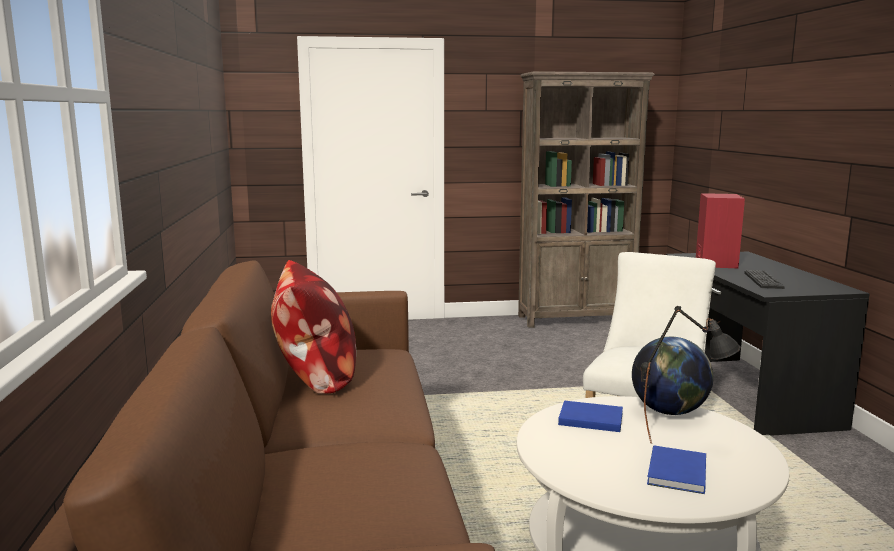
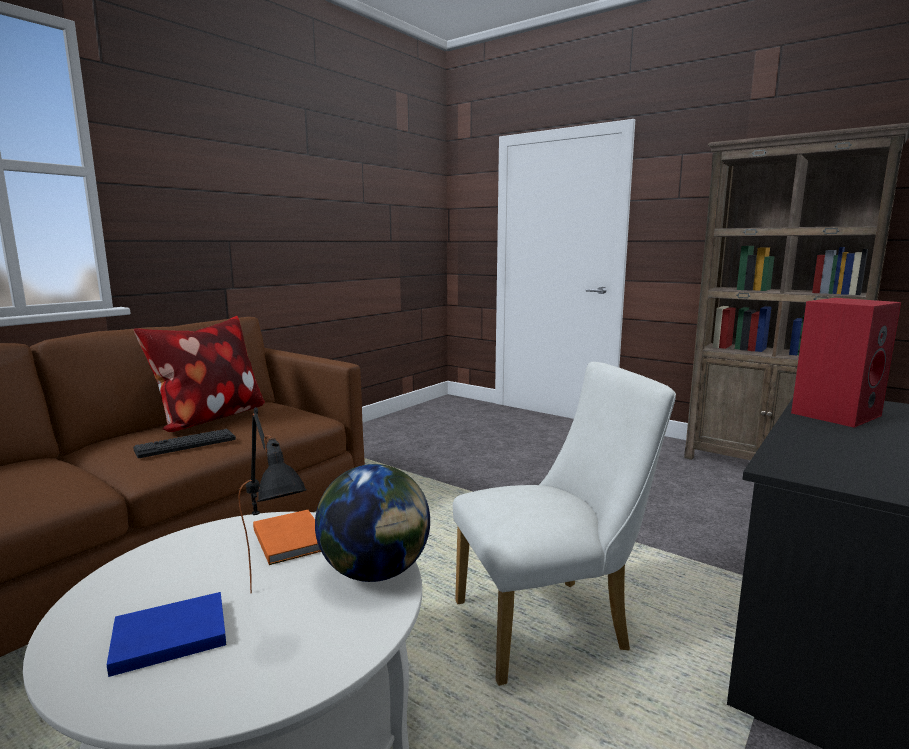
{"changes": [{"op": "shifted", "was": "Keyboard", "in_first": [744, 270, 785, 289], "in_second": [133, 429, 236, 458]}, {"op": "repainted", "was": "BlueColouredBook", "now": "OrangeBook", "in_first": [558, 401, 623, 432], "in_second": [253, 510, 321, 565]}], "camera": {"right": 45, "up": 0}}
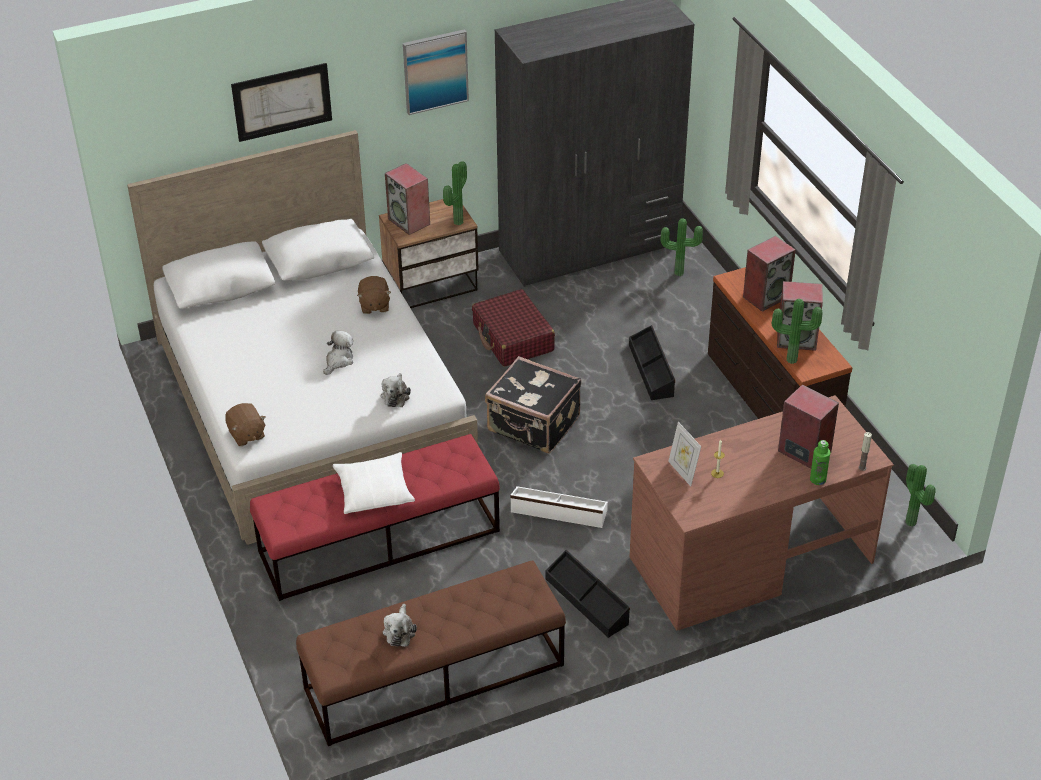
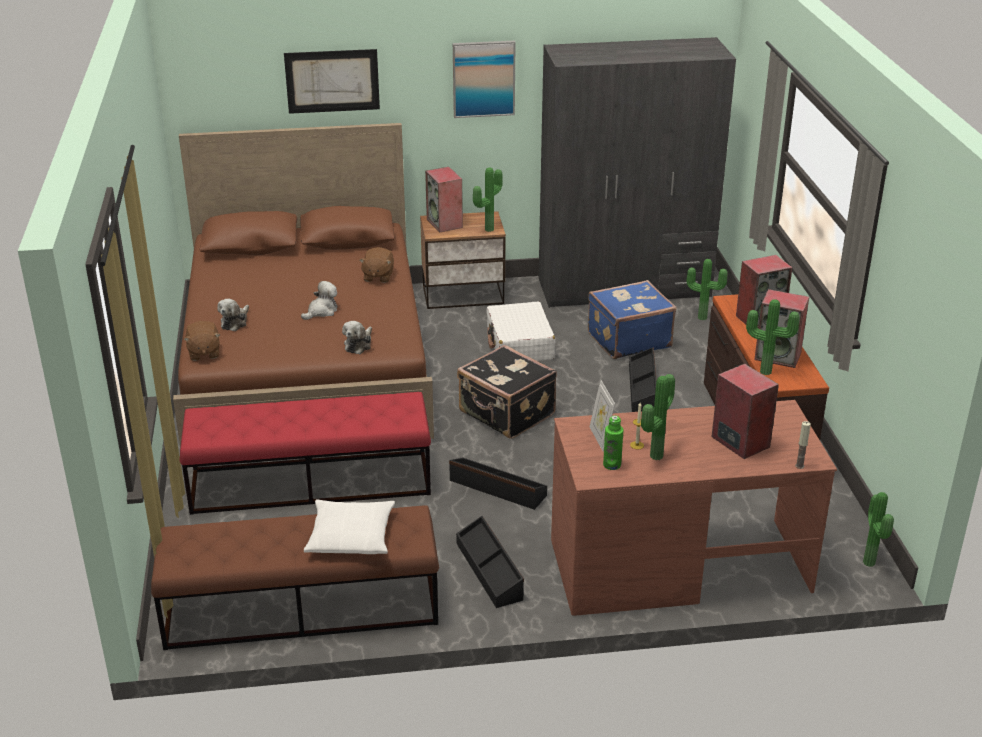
{"changes": [{"op": "repainted", "was": "WhitishBed", "now": "BrownBed", "in_first": [127, 130, 478, 545], "in_second": [173, 123, 434, 447]}, {"op": "shifted", "was": "SoftToy", "in_first": [383, 604, 417, 647], "in_second": [217, 299, 249, 331]}, {"op": "shifted", "was": "WhitishCushion", "in_first": [333, 452, 415, 514], "in_second": [304, 499, 395, 554]}, {"op": "repainted", "was": "WhitishStorageContainer", "now": "BlackColouredStorageContainer", "in_first": [510, 486, 608, 528], "in_second": [449, 457, 547, 510]}, {"op": "repainted", "was": "RedSuitcase", "now": "WhitishSuitcase", "in_first": [472, 289, 555, 367], "in_second": [486, 301, 555, 361]}, {"op": "new", "now": "BlueColouredSuitcase", "in_second": [588, 280, 676, 359]}, {"op": "shifted", "was": "GreenishDrinkBottle", "in_first": [810, 440, 830, 485], "in_second": [603, 416, 624, 470]}, {"op": "new", "now": "PlantInAPot", "in_second": [641, 374, 675, 460]}], "camera": {"right": 15, "up": -10}}
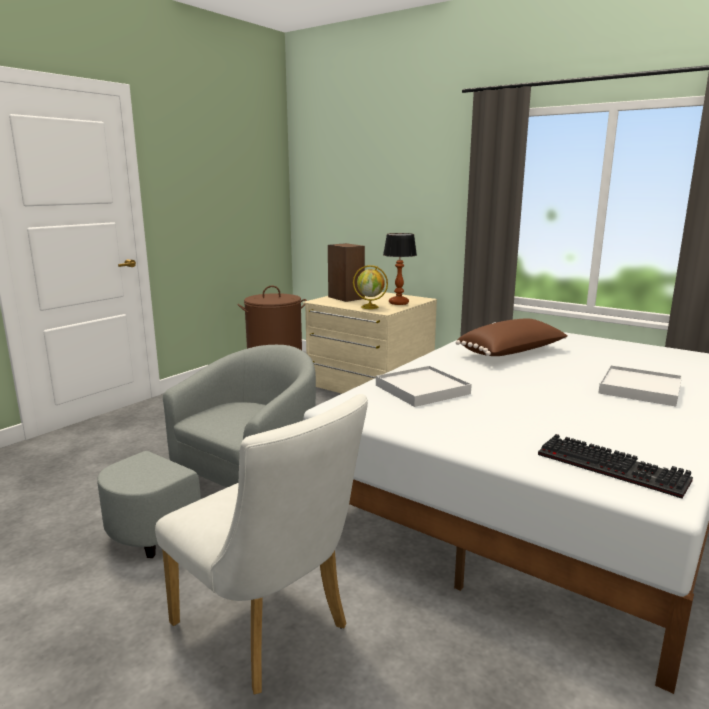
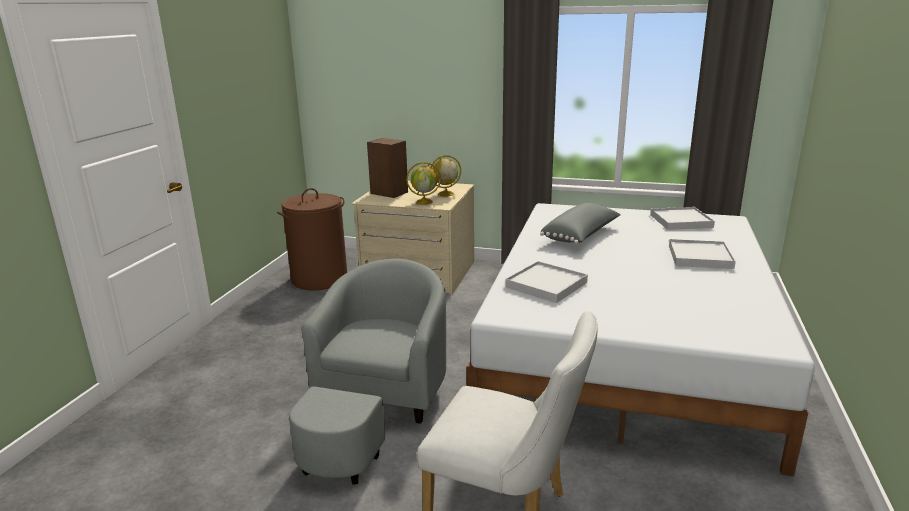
{"changes": [{"op": "swapped", "was": "TableLamp", "now": "WorldGlobe", "in_first": [383, 233, 417, 305], "in_second": [431, 155, 461, 197]}, {"op": "repainted", "was": "BrownCushion", "now": "GrayCushion", "in_first": [456, 318, 567, 356], "in_second": [540, 203, 621, 244]}, {"op": "new", "now": "WhitishTray", "in_second": [650, 207, 715, 230]}, {"op": "gone", "was": "Keyboard", "in_first": [538, 434, 693, 499]}], "camera": {"right": -20, "up": 5}}
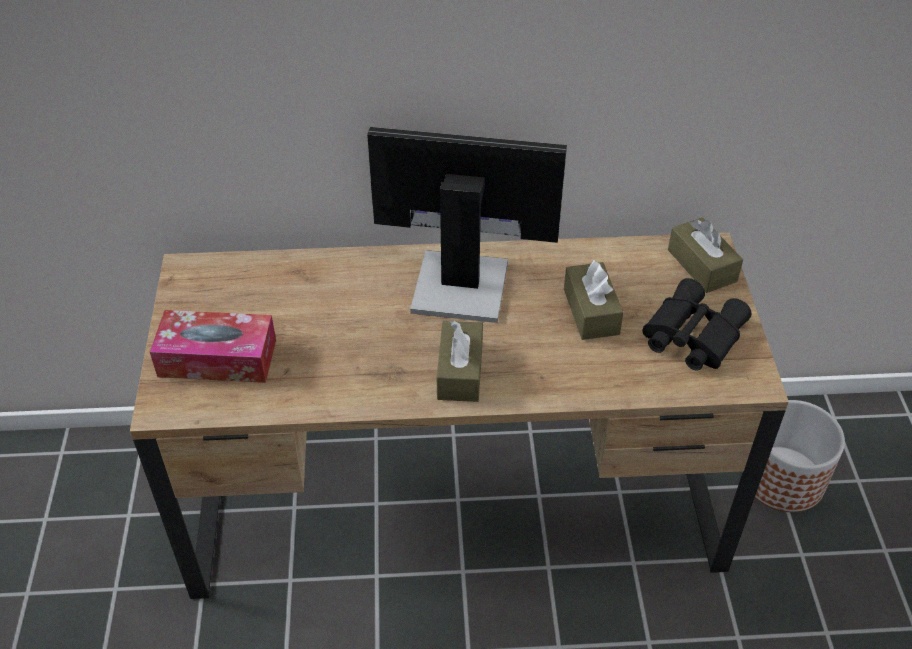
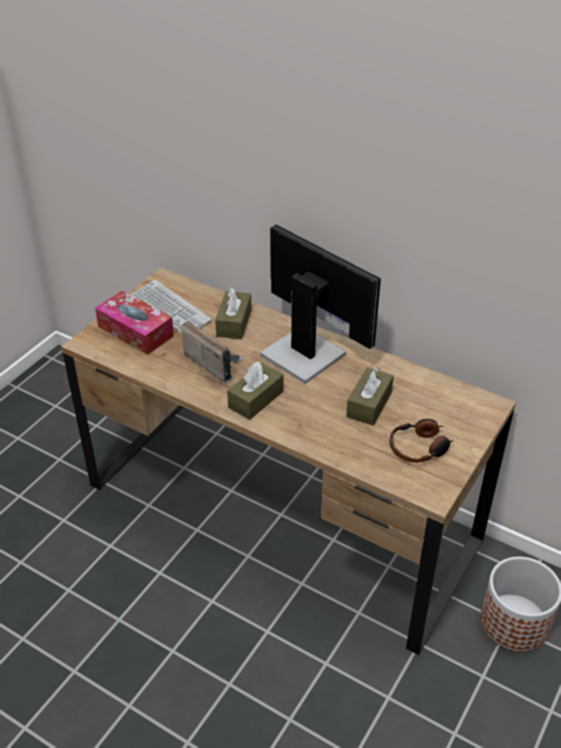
{"changes": [{"op": "new", "now": "Keyboard", "in_second": [131, 280, 212, 333]}, {"op": "new", "now": "Radio", "in_second": [181, 321, 244, 383]}, {"op": "shifted", "was": "BrownBoxOfTissues", "in_first": [668, 218, 743, 293], "in_second": [215, 288, 252, 339]}, {"op": "swapped", "was": "BlackColouredBinoculars", "now": "Headset", "in_first": [642, 278, 751, 370], "in_second": [389, 419, 453, 463]}], "camera": {"right": 35, "up": -5}}
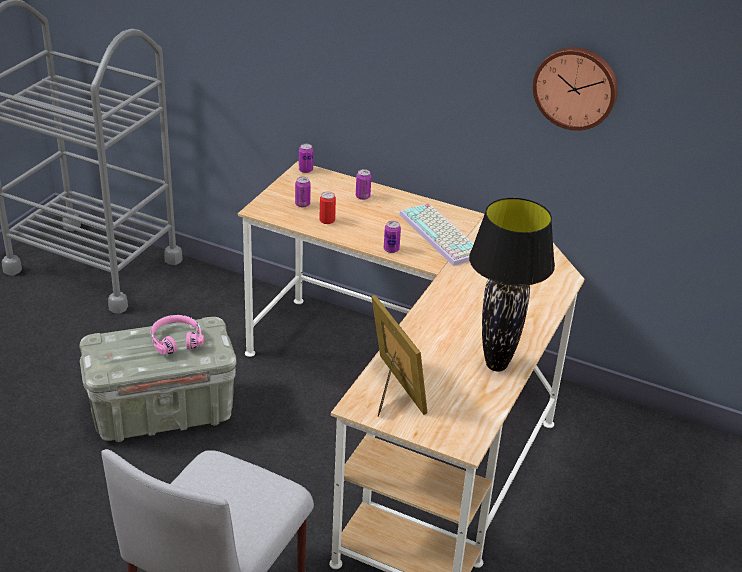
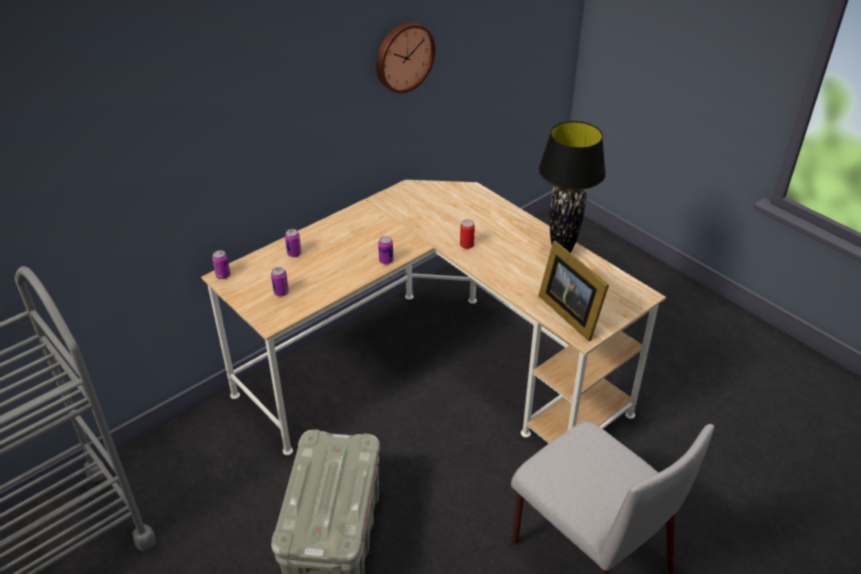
{"changes": [{"op": "shifted", "was": "MetalCan", "in_first": [319, 191, 336, 224], "in_second": [460, 219, 475, 249]}, {"op": "rotated", "was": "PictureFrame", "in_first": [371, 295, 427, 417], "in_second": [538, 241, 609, 341], "clockwise": -120}, {"op": "gone", "was": "PinkColouredHeadset", "in_first": [150, 315, 204, 355]}, {"op": "gone", "was": "Keyboard", "in_first": [399, 203, 474, 266]}], "camera": {"right": -65, "up": 5}}
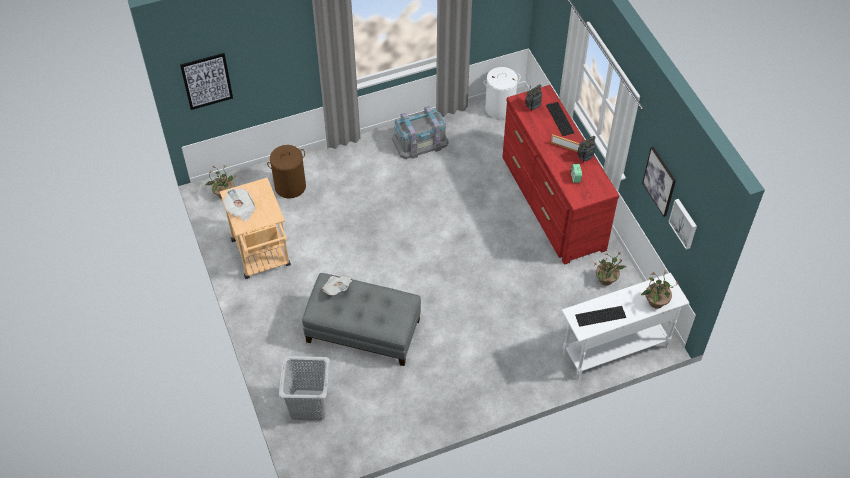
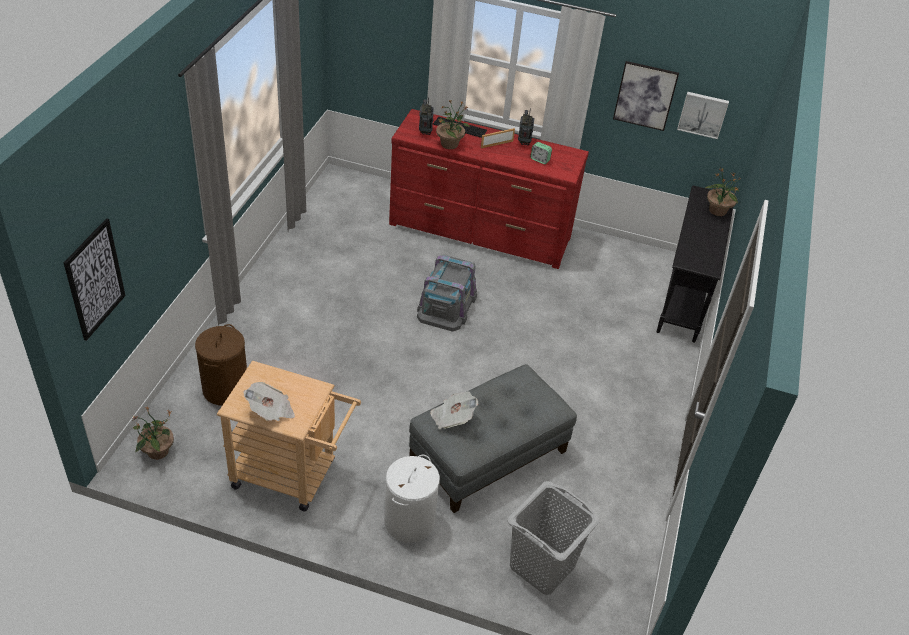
{"changes": [{"op": "shifted", "was": "WhitishLaundryBasket", "in_first": [484, 67, 521, 119], "in_second": [384, 455, 440, 543]}, {"op": "shifted", "was": "GrayStorageContainer", "in_first": [392, 106, 449, 159], "in_second": [417, 255, 477, 331]}, {"op": "shifted", "was": "PlantInAPot", "in_first": [593, 252, 626, 285], "in_second": [436, 101, 470, 149]}, {"op": "repainted", "was": "WhitishNarrowTable", "now": "BlackColouredNarrowTable", "in_first": [561, 273, 690, 379], "in_second": [657, 185, 733, 343]}, {"op": "gone", "was": "Keyboard", "in_first": [575, 306, 626, 327]}], "camera": {"right": -55, "up": -10}}
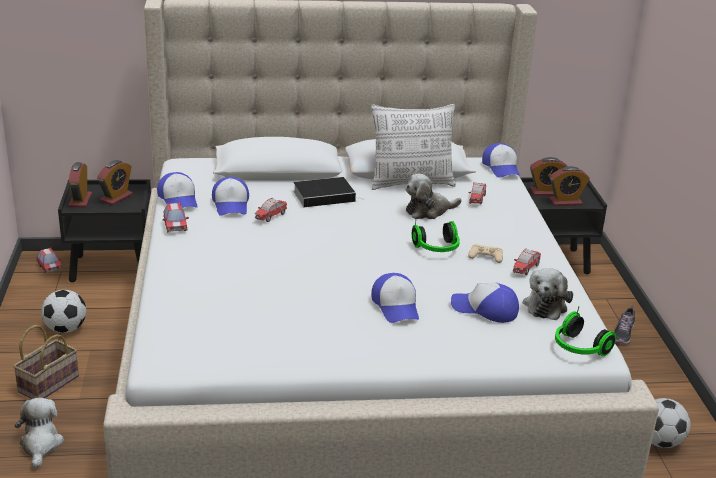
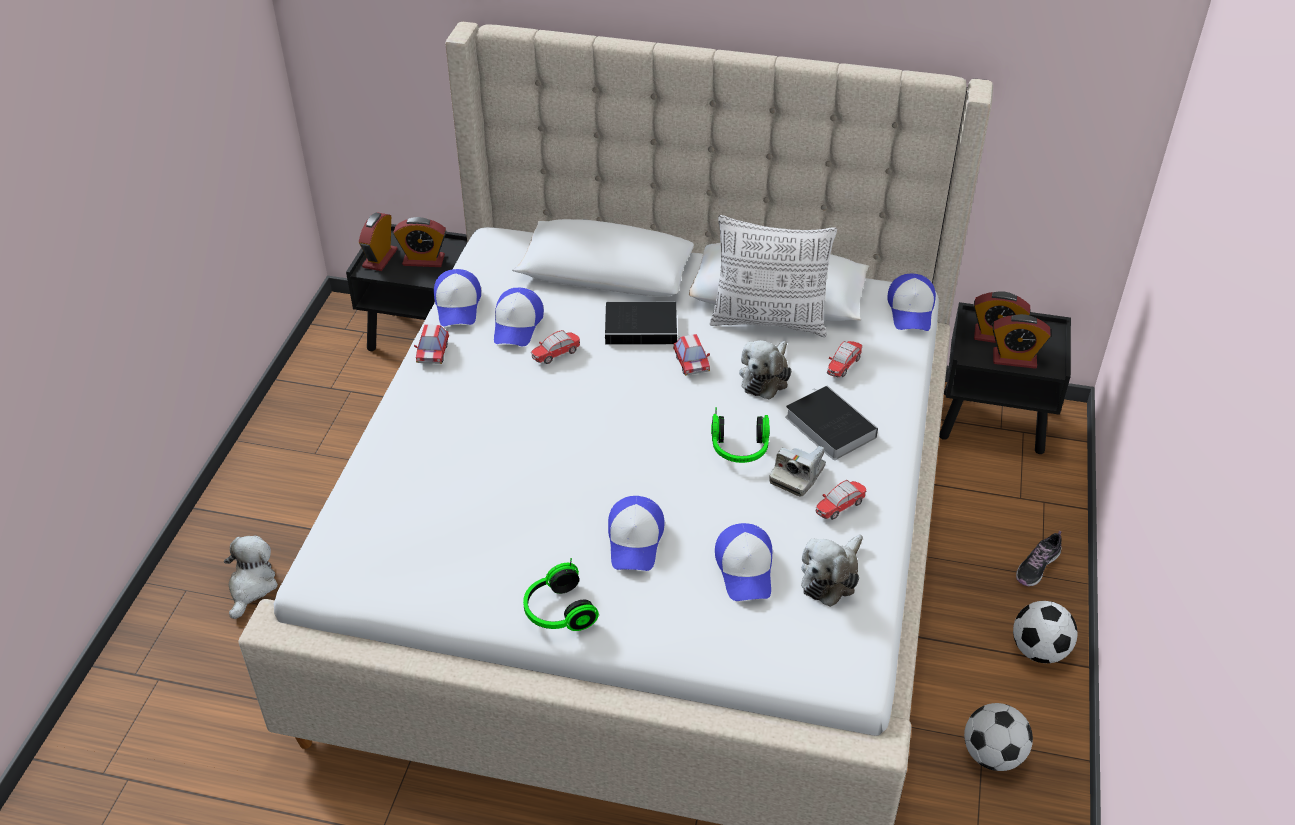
{"changes": [{"op": "rotated", "was": "TableClock", "in_first": [97, 160, 133, 205], "in_second": [393, 217, 446, 267], "clockwise": 45}, {"op": "shifted", "was": "Headset", "in_first": [555, 306, 616, 356], "in_second": [523, 558, 599, 631]}, {"op": "shifted", "was": "ModelCar", "in_first": [37, 248, 62, 273], "in_second": [673, 334, 710, 376]}, {"op": "rotated", "was": "Cap", "in_first": [451, 282, 519, 323], "in_second": [715, 523, 772, 601], "clockwise": -135}, {"op": "rotated", "was": "SoftToy", "in_first": [405, 174, 461, 219], "in_second": [739, 340, 792, 400], "clockwise": -60}, {"op": "swapped", "was": "BeigeJoypad", "now": "PhotoCamera", "in_first": [468, 244, 503, 263], "in_second": [769, 446, 826, 496]}, {"op": "new", "now": "Book", "in_second": [785, 386, 878, 460]}, {"op": "shifted", "was": "BallForFootball", "in_first": [41, 290, 86, 333], "in_second": [1013, 601, 1077, 663]}, {"op": "gone", "was": "HouseholdBasket", "in_first": [13, 325, 79, 399]}], "camera": {"right": 20, "up": 15}}
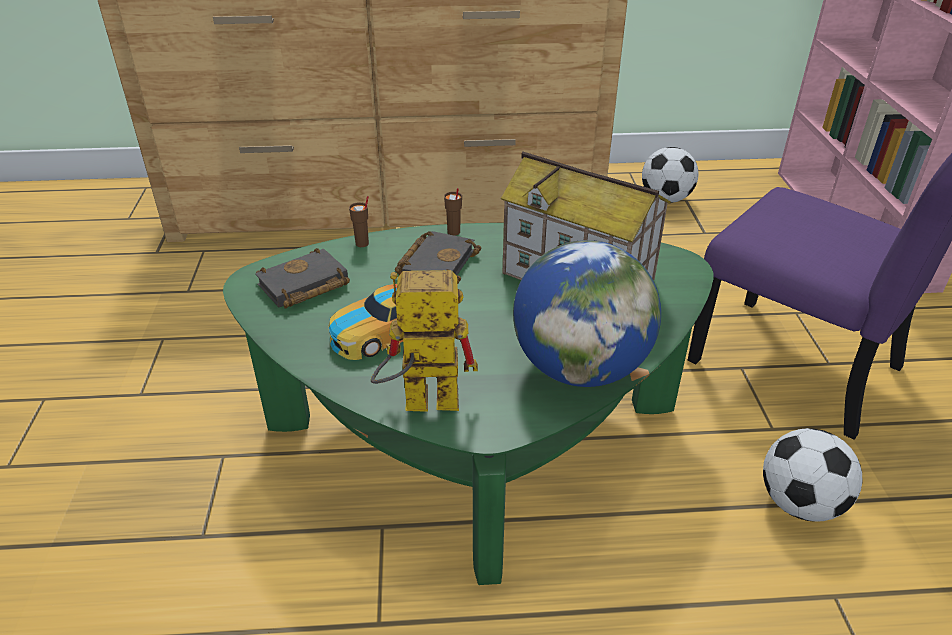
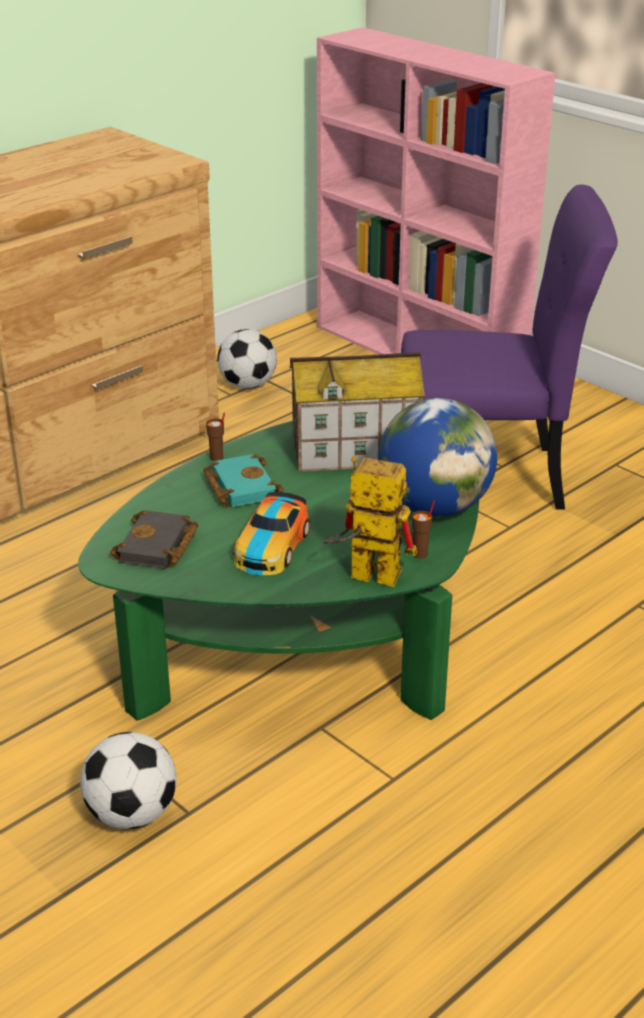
{"changes": [{"op": "shifted", "was": "BallForFootball", "in_first": [763, 428, 862, 522], "in_second": [80, 732, 177, 829]}, {"op": "repainted", "was": "BlackColouredBook", "now": "BlueGreenBook", "in_first": [395, 231, 481, 285], "in_second": [203, 454, 284, 507]}, {"op": "rotated", "was": "RobotFigure", "in_first": [371, 270, 478, 412], "in_second": [323, 456, 418, 587], "clockwise": 60}, {"op": "shifted", "was": "BrownSmallCup", "in_first": [349, 196, 369, 247], "in_second": [412, 500, 435, 559]}], "camera": {"right": -40, "up": -5}}
